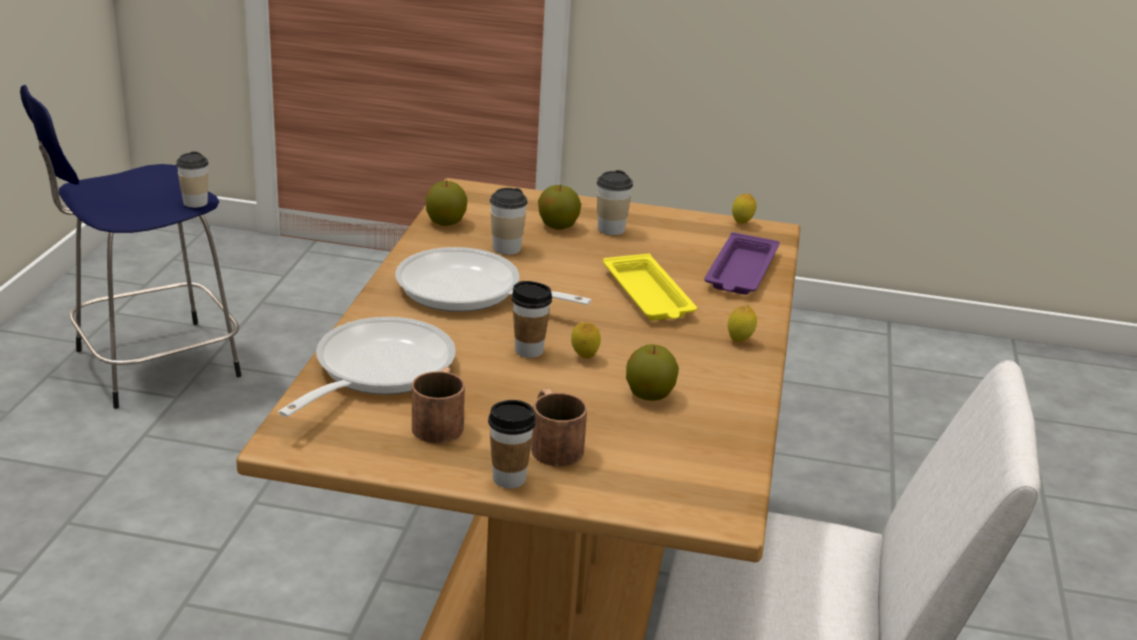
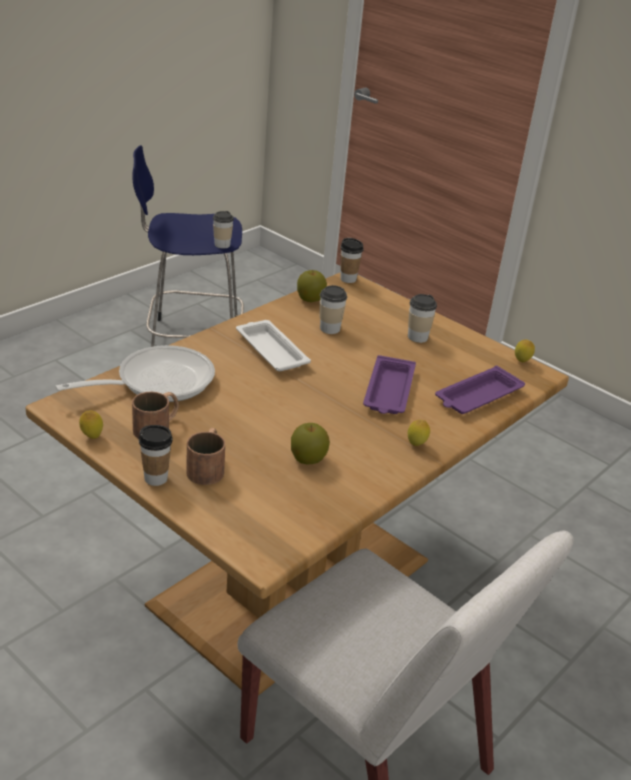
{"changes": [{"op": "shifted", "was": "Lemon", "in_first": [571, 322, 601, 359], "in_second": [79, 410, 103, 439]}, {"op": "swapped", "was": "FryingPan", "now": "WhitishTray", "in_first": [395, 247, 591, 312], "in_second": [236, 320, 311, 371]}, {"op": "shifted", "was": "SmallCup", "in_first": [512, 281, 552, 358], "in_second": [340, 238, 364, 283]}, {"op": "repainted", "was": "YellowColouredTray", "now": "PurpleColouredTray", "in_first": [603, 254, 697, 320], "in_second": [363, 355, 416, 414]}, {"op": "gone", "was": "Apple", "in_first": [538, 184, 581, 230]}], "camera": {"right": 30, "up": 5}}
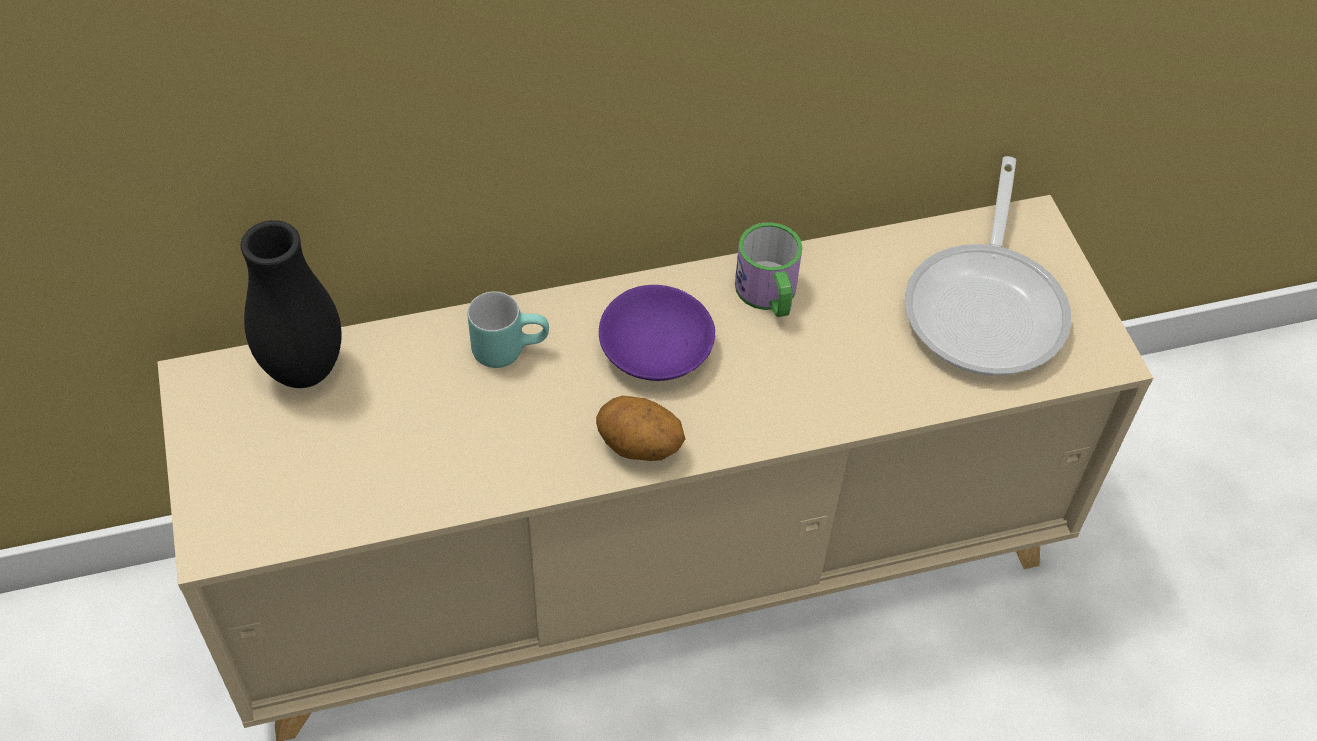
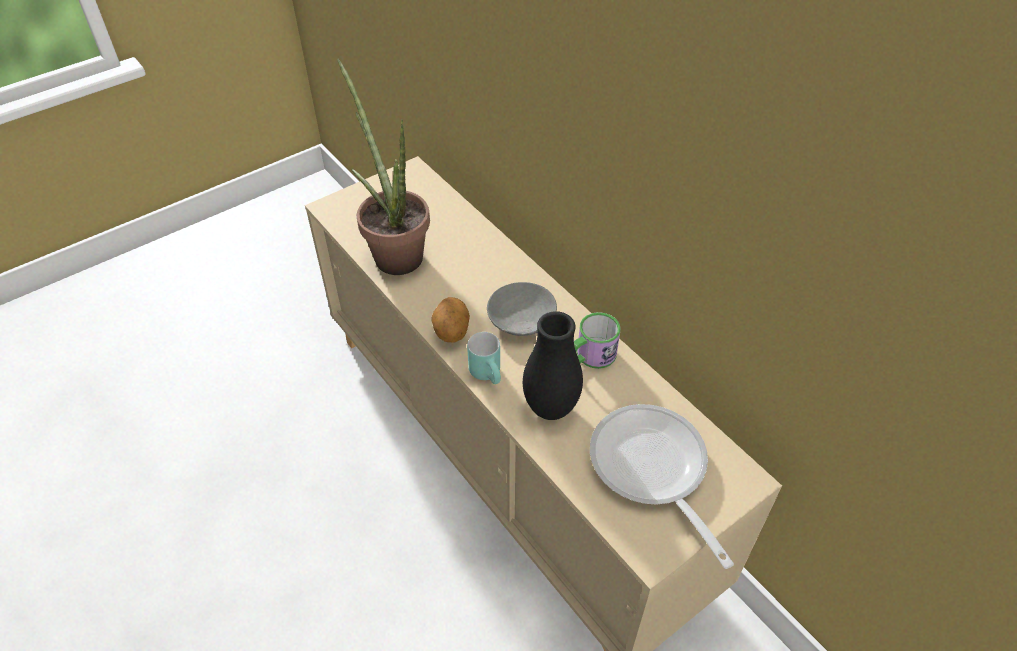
{"changes": [{"op": "new", "now": "PlantInAPot", "in_second": [337, 58, 430, 275]}, {"op": "shifted", "was": "BlueGreenMug", "in_first": [468, 291, 549, 368], "in_second": [467, 332, 501, 384]}, {"op": "repainted", "was": "PurpleColouredServingBowl", "now": "GrayServingBowl", "in_first": [599, 285, 715, 381], "in_second": [487, 282, 557, 336]}, {"op": "shifted", "was": "BlackColouredVase", "in_first": [241, 220, 342, 388], "in_second": [523, 311, 583, 420]}, {"op": "rotated", "was": "FryingPan", "in_first": [905, 156, 1072, 376], "in_second": [590, 404, 734, 569], "clockwise": 75}], "camera": {"right": 70, "up": -5}}
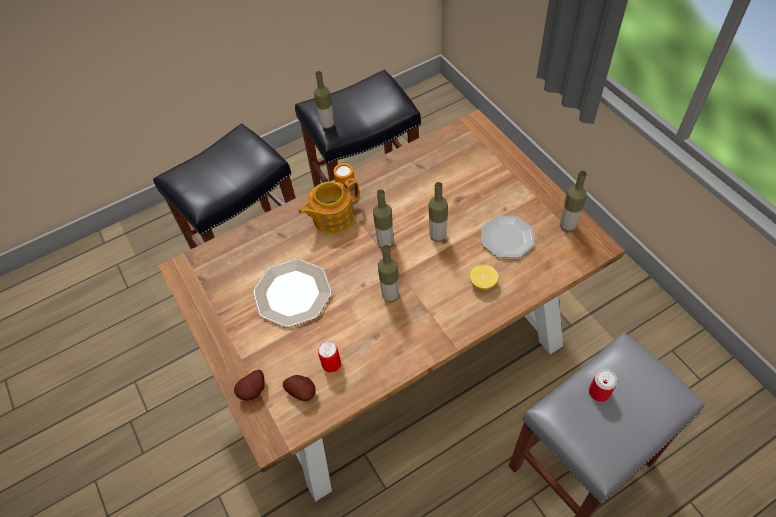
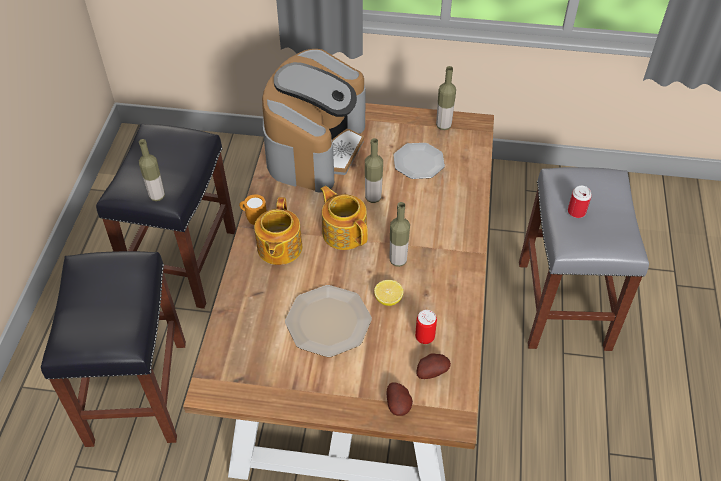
{"changes": [{"op": "new", "now": "CoffeeMaker", "in_second": [262, 49, 366, 193]}, {"op": "swapped", "was": "DrinkBottle", "now": "TeaPot", "in_first": [373, 189, 393, 248], "in_second": [321, 186, 368, 250]}, {"op": "shifted", "was": "Lemon", "in_first": [470, 265, 498, 290], "in_second": [374, 280, 403, 306]}], "camera": {"right": -55, "up": -5}}
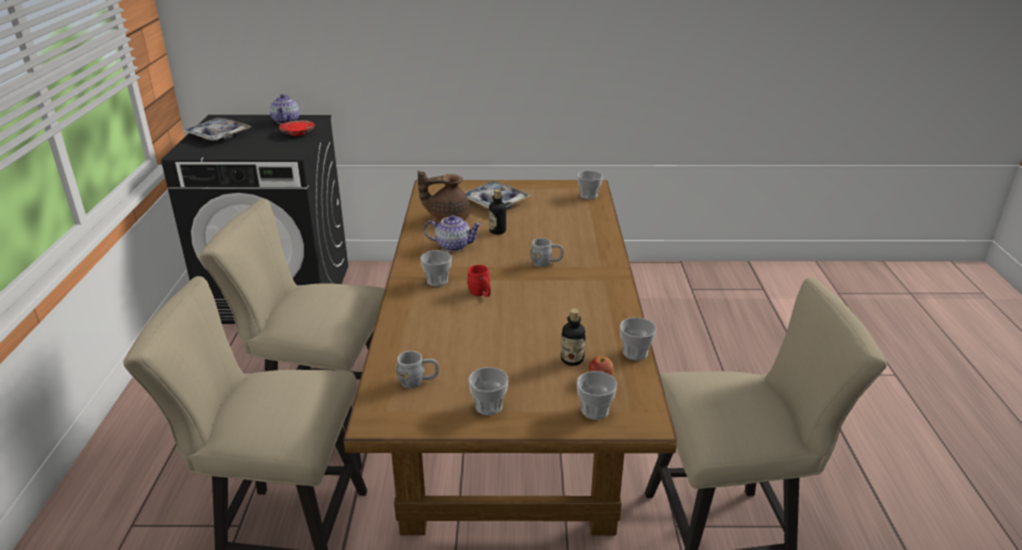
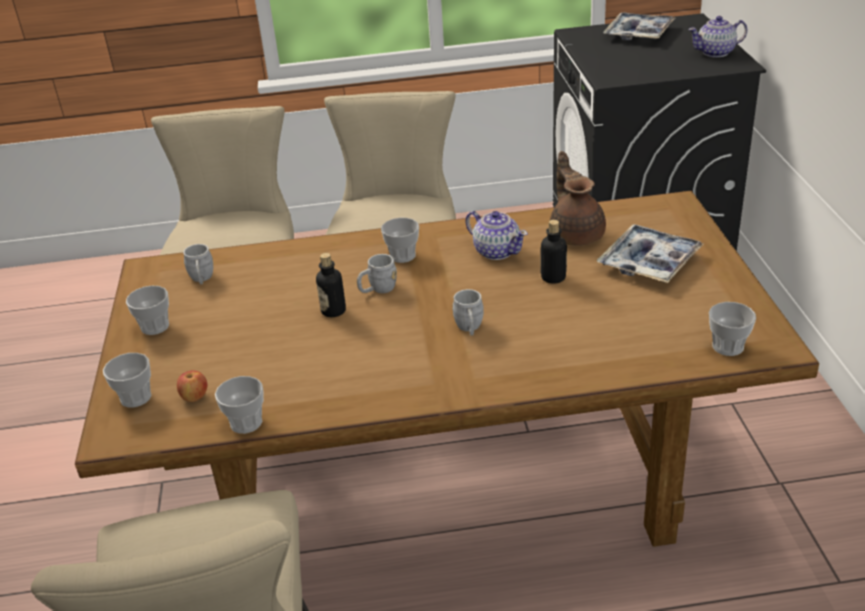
{"changes": [{"op": "shifted", "was": "DrinkBottle", "in_first": [561, 309, 586, 366], "in_second": [316, 253, 346, 317]}, {"op": "repainted", "was": "RedMug", "now": "GrayMug", "in_first": [467, 265, 491, 297], "in_second": [357, 254, 397, 293]}, {"op": "rotated", "was": "TeaPot", "in_first": [424, 215, 482, 252], "in_second": [466, 211, 528, 260], "clockwise": -45}, {"op": "gone", "was": "RedDinnerPlate", "in_first": [279, 120, 315, 136]}], "camera": {"right": 85, "up": 5}}
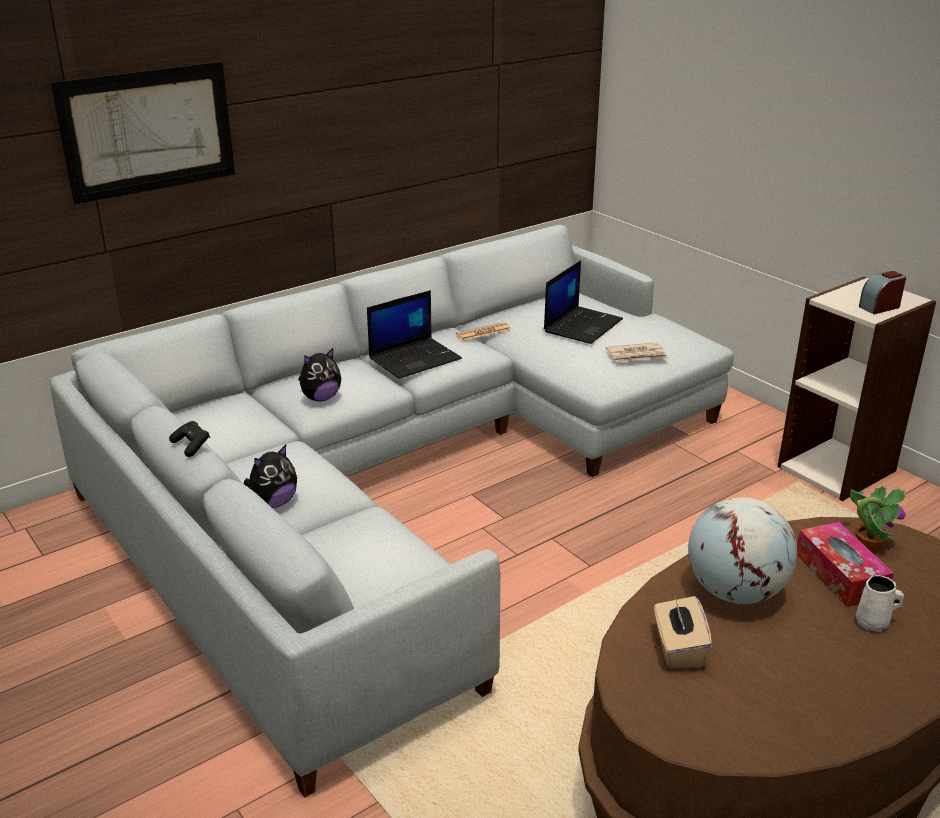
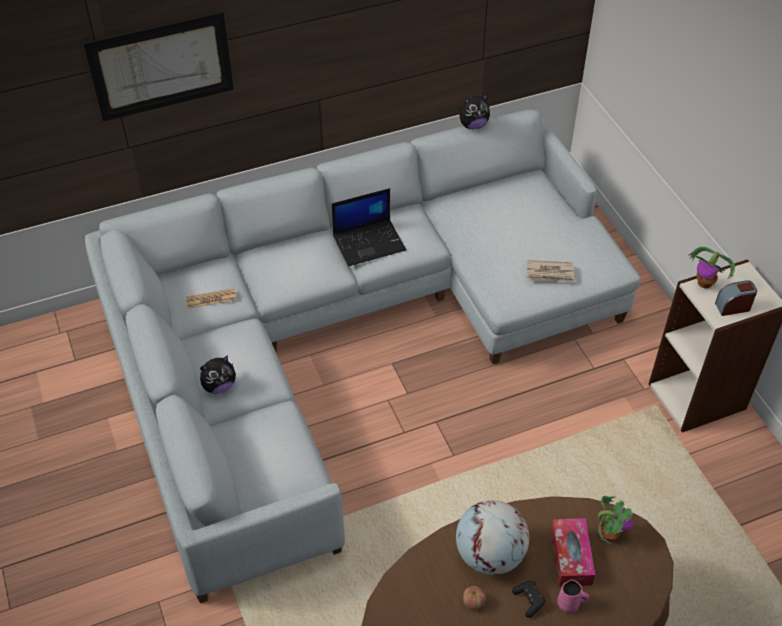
{"changes": [{"op": "shifted", "was": "PrintedPaper", "in_first": [456, 322, 511, 341], "in_second": [186, 289, 236, 309]}, {"op": "shifted", "was": "SoftToy", "in_first": [298, 348, 341, 402], "in_second": [459, 94, 490, 130]}, {"op": "new", "now": "Apple", "in_second": [463, 586, 486, 610]}, {"op": "shifted", "was": "BlackColouredJoypad", "in_first": [169, 421, 210, 457], "in_second": [512, 581, 546, 618]}, {"op": "repainted", "was": "WhitishMug", "now": "PinkColouredMug", "in_first": [856, 575, 904, 632], "in_second": [557, 580, 589, 613]}, {"op": "new", "now": "PlantInAPot", "in_second": [687, 247, 735, 288]}, {"op": "gone", "was": "PortableComputer", "in_first": [544, 260, 623, 344]}, {"op": "gone", "was": "BeigeBoxOfTissues", "in_first": [654, 596, 712, 668]}], "camera": {"right": 15, "up": 20}}
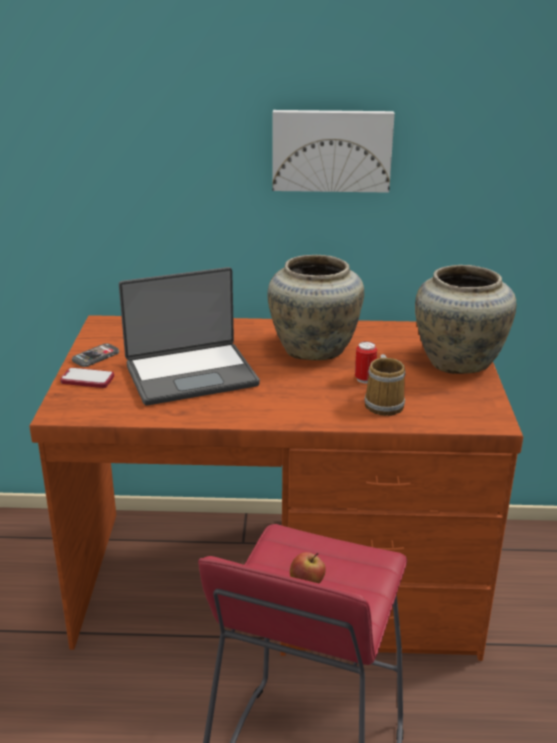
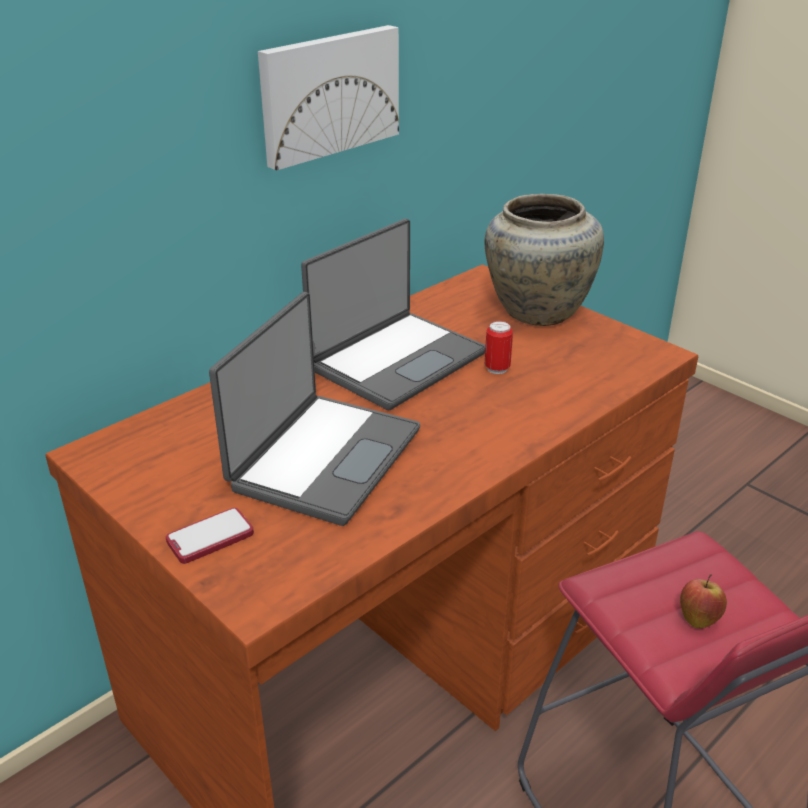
{"changes": [{"op": "swapped", "was": "BeigeVase", "now": "PortableComputer", "in_first": [267, 255, 364, 360], "in_second": [301, 219, 486, 410]}, {"op": "gone", "was": "Handset", "in_first": [72, 343, 119, 367]}, {"op": "gone", "was": "Mug", "in_first": [364, 354, 406, 416]}], "camera": {"right": -45, "up": 5}}
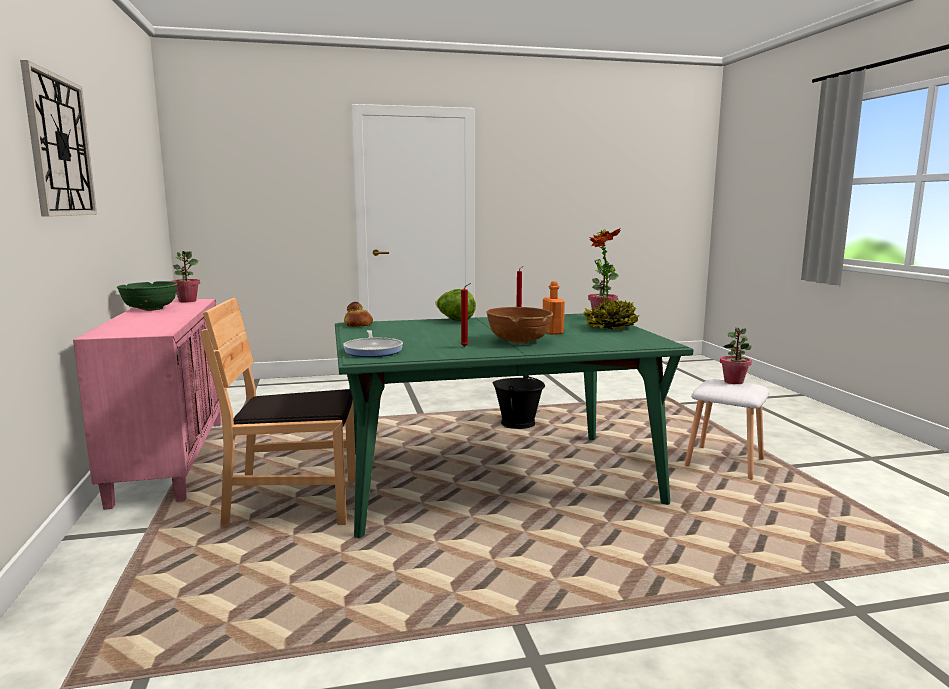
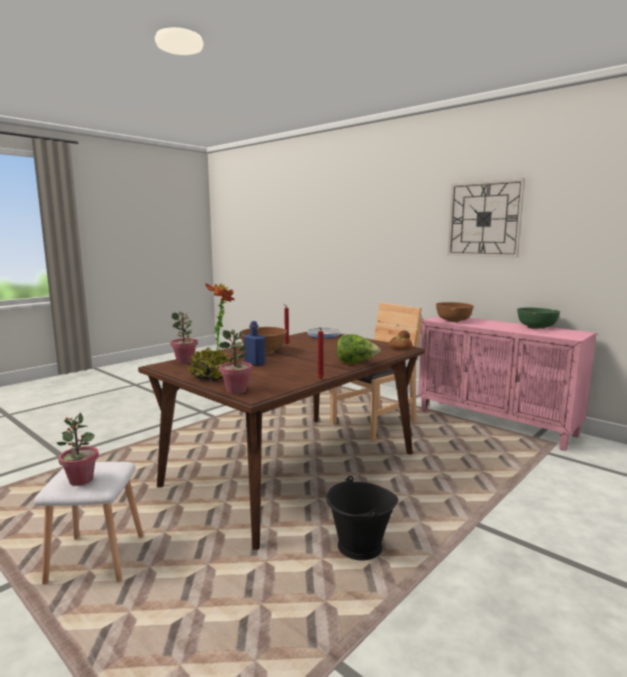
{"changes": [{"op": "repainted", "was": "GreenishDiningTable", "now": "BrownDiningTable", "in_first": [335, 314, 693, 538], "in_second": [138, 332, 426, 550]}, {"op": "shifted", "was": "PlantInAPot", "in_first": [172, 251, 200, 303], "in_second": [170, 312, 198, 364]}, {"op": "repainted", "was": "OrangeDrinkBottle", "now": "BlueColouredDrinkBottle", "in_first": [543, 281, 565, 335], "in_second": [244, 321, 265, 366]}, {"op": "new", "now": "BrownServingBowl", "in_second": [436, 302, 474, 322]}], "camera": {"right": 145, "up": 0}}
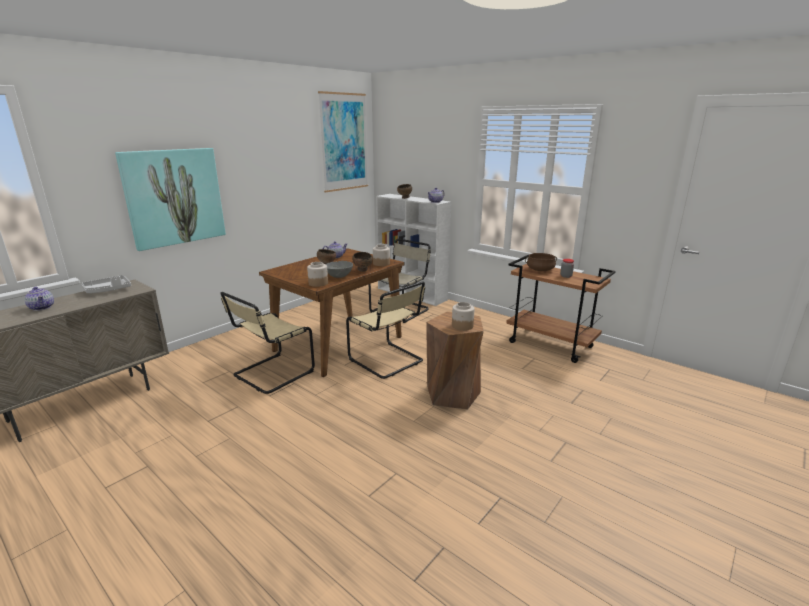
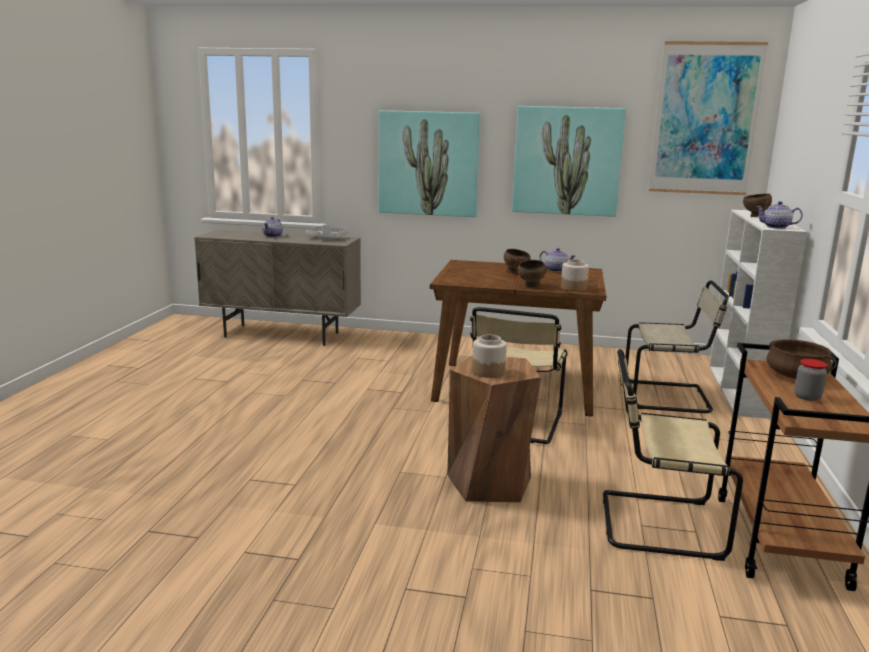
{"changes": [{"op": "new", "now": "Picture", "in_second": [512, 106, 626, 217]}, {"op": "shifted", "was": "BeigePlainChair", "in_first": [221, 292, 315, 394], "in_second": [603, 349, 743, 561]}, {"op": "gone", "was": "StorageJar", "in_first": [307, 262, 328, 287]}, {"op": "gone", "was": "GrayServingBowl", "in_first": [326, 261, 353, 278]}], "camera": {"right": 60, "up": -5}}
